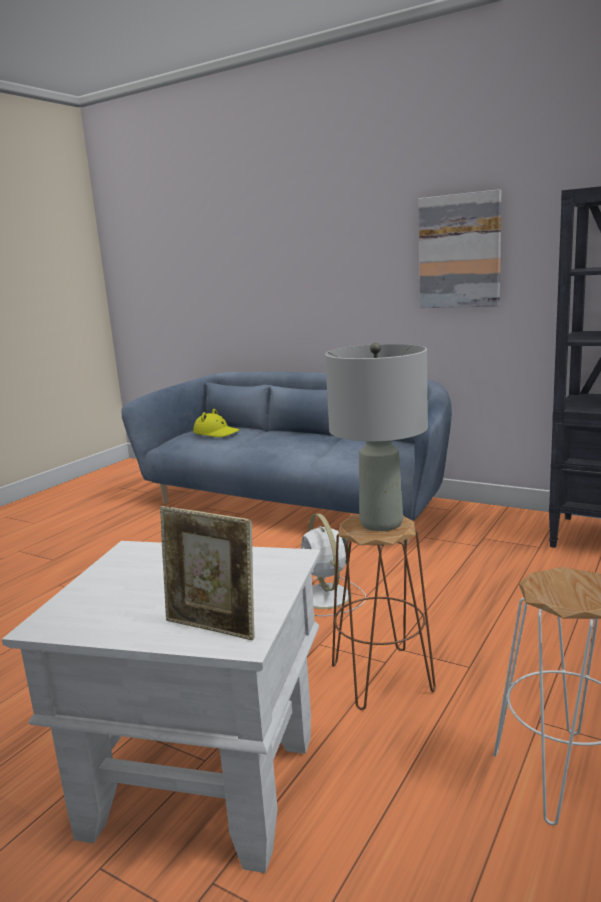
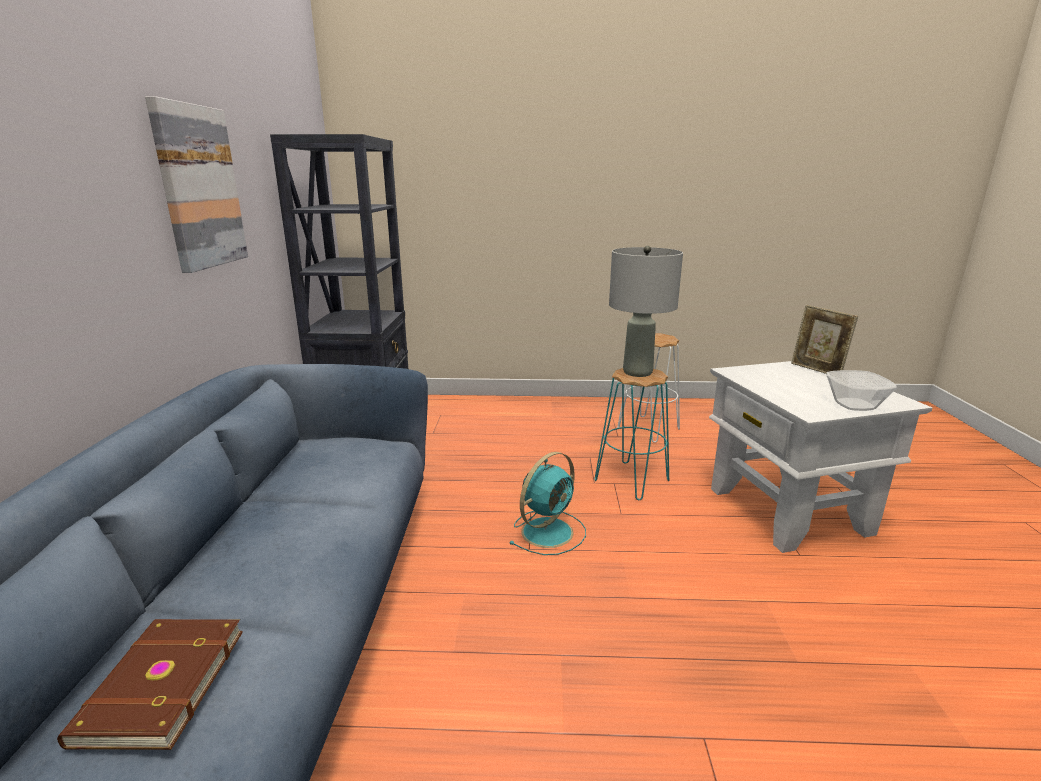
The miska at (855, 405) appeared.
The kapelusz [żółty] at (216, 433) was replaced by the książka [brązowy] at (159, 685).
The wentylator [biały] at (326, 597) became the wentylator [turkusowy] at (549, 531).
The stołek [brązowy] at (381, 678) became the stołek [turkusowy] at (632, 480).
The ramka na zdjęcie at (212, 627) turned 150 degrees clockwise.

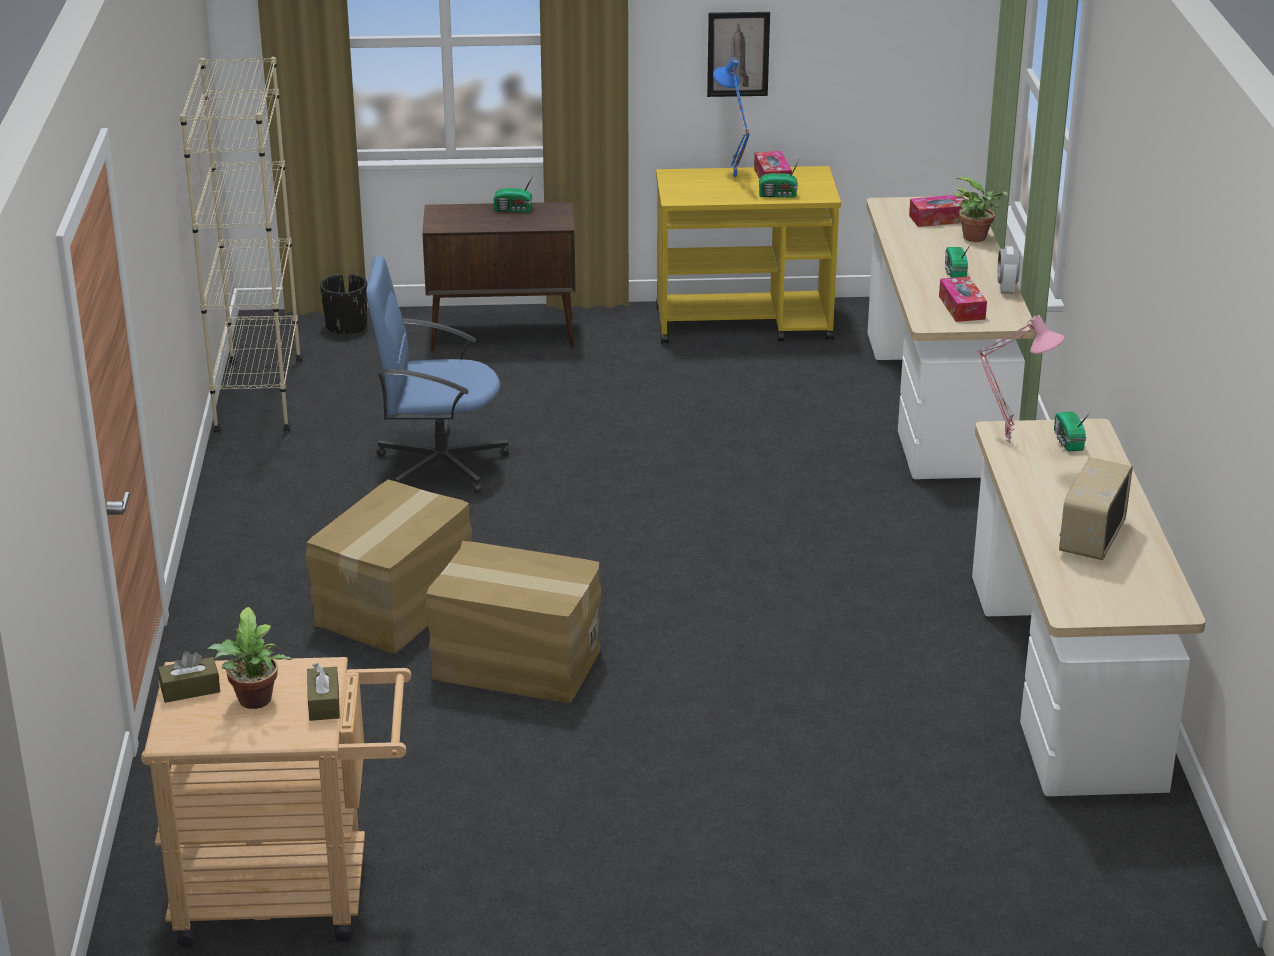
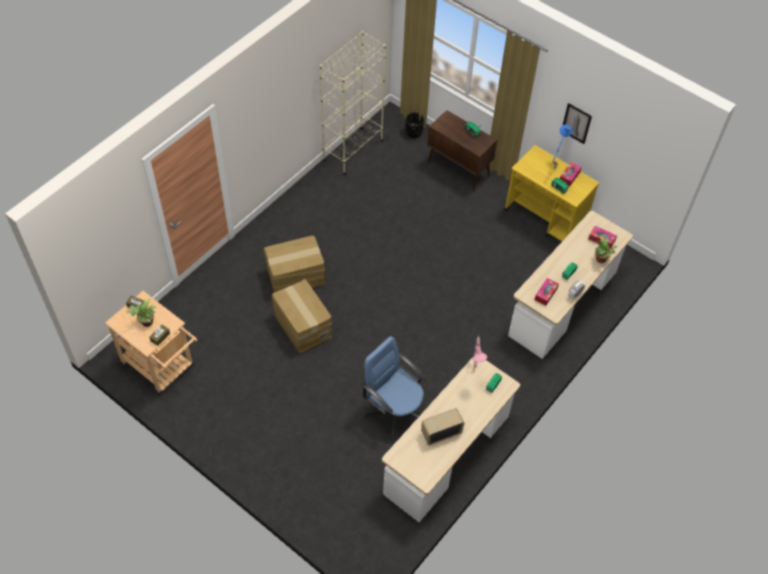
The krzesło biurowe [niebieski] moved from (439, 465) to (394, 410).

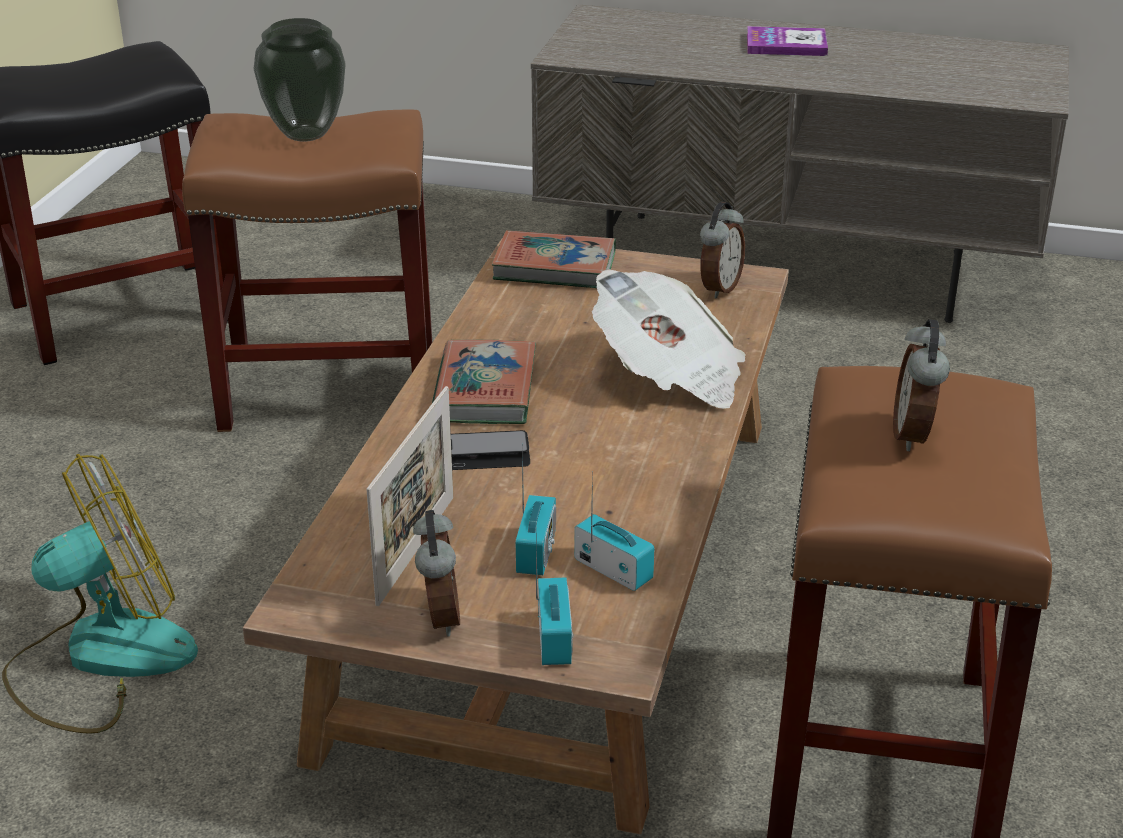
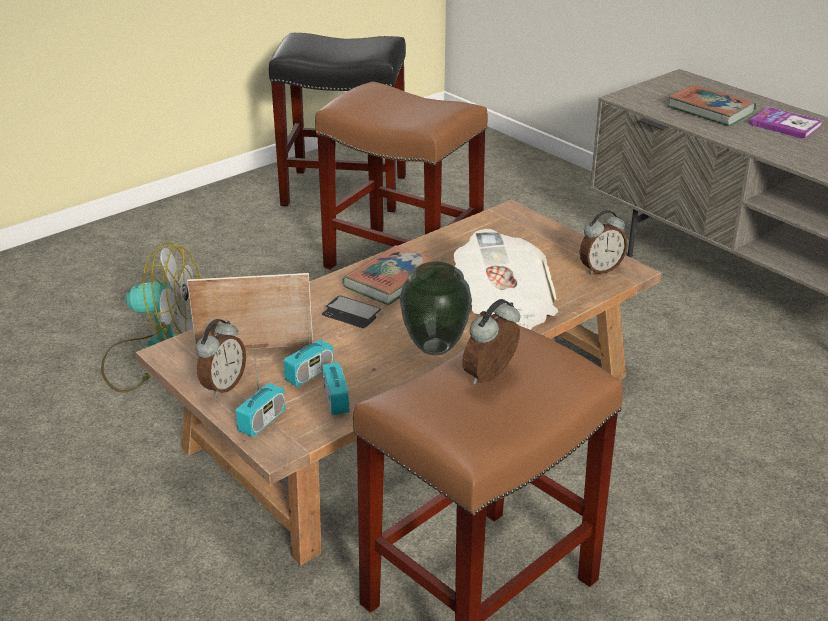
The wazon moved from (304, 135) to (433, 347).
The książka moved from (554, 267) to (710, 110).
The ramka na zdjęcie at (416, 549) turned 150 degrees counterclockwise.

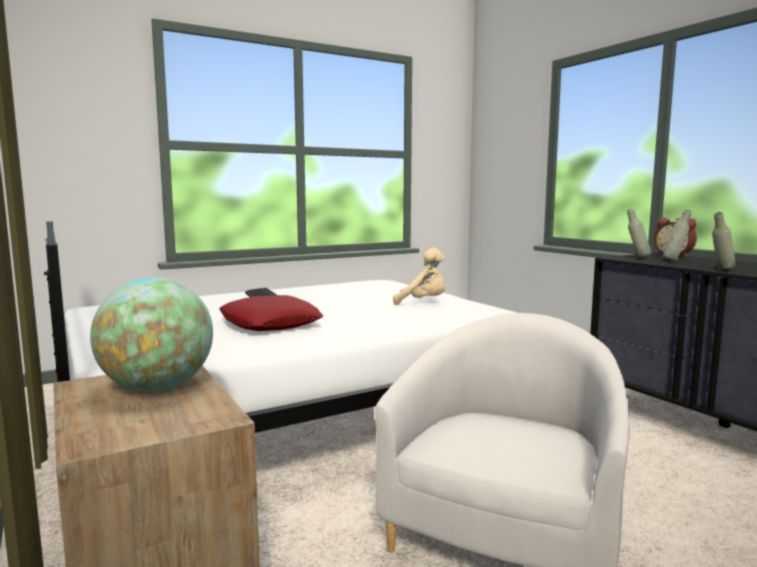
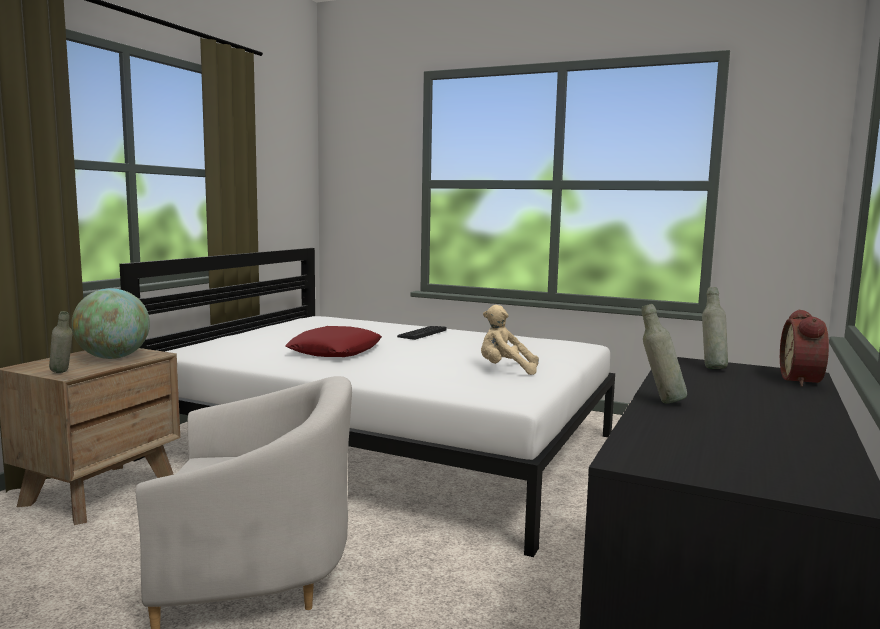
The butelka [szary] moved from (675, 261) to (63, 373).
The pluszak [beżowy] at (423, 302) turned 120 degrees clockwise.

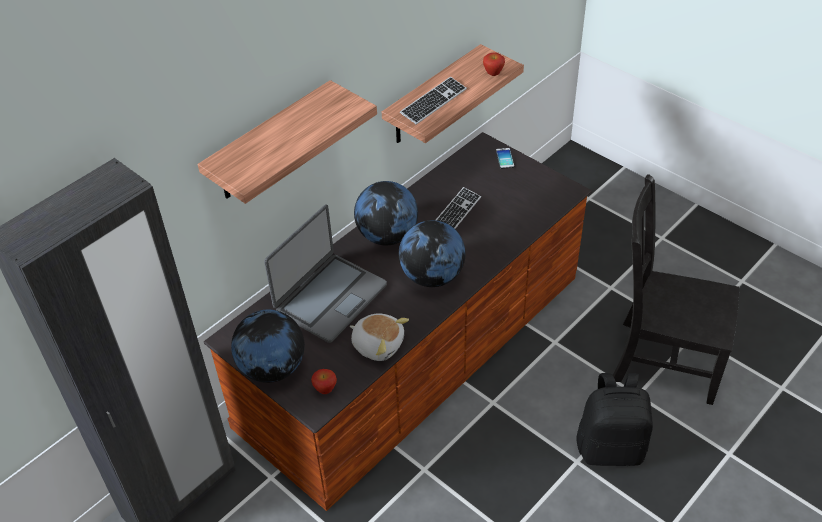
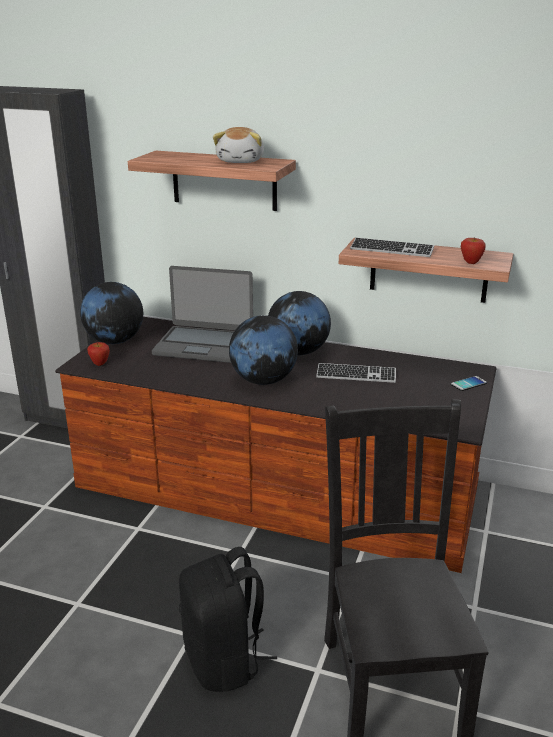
The pluszak moved from (378, 344) to (241, 161).

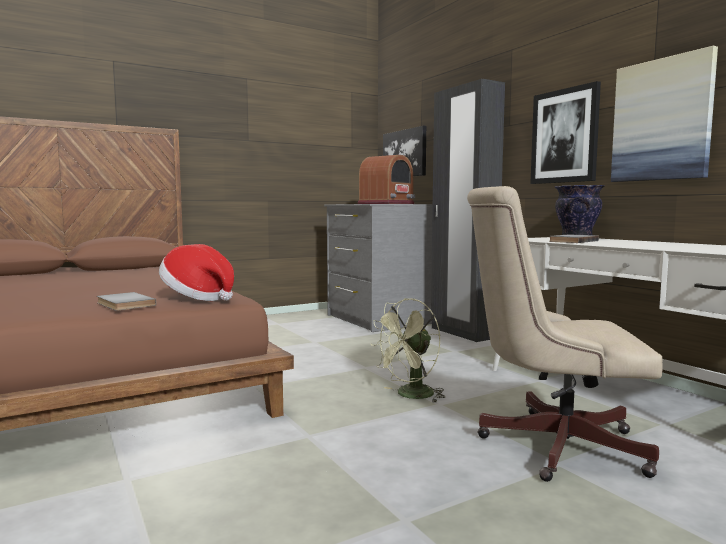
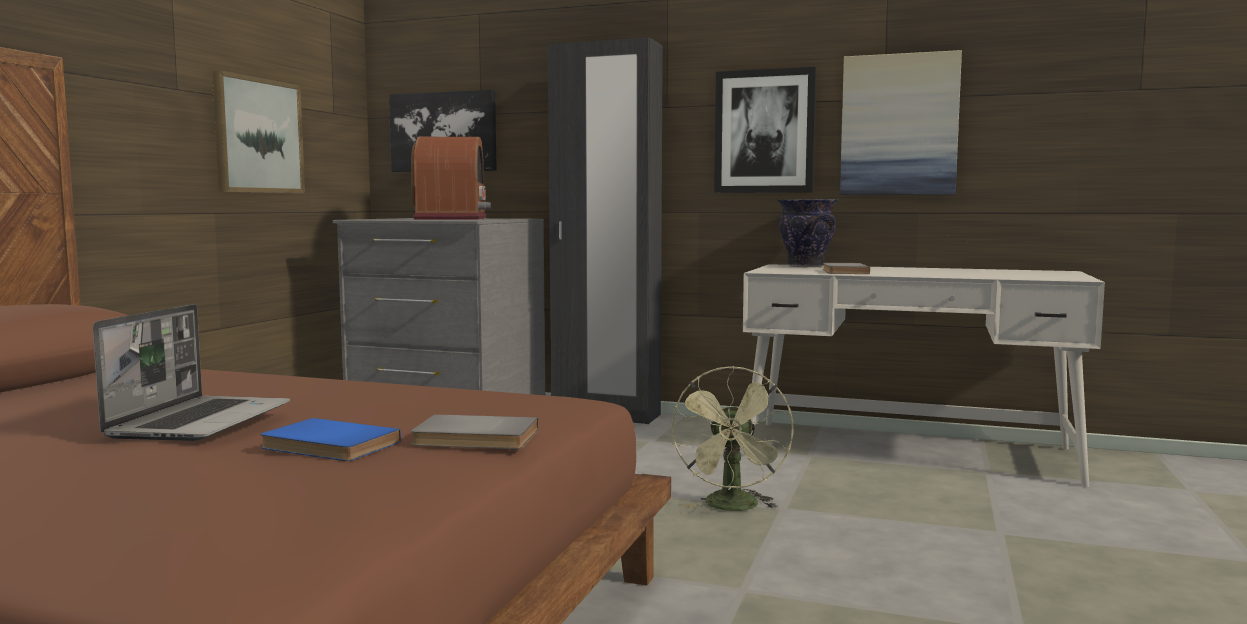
The kapelusz at (198, 298) disappeared.
The krzesło biurowe [beżowy] at (550, 444) disappeared.
The laptop at (201, 421) appeared.
The obraz at (258, 136) appeared.
The książka [niebieski] at (327, 446) appeared.

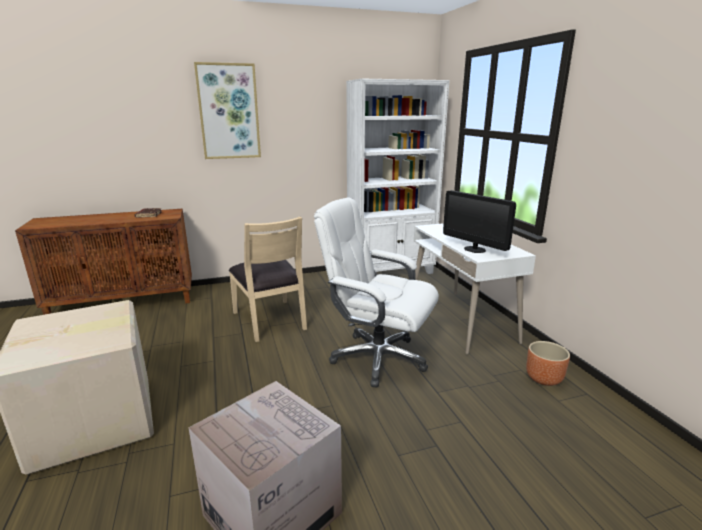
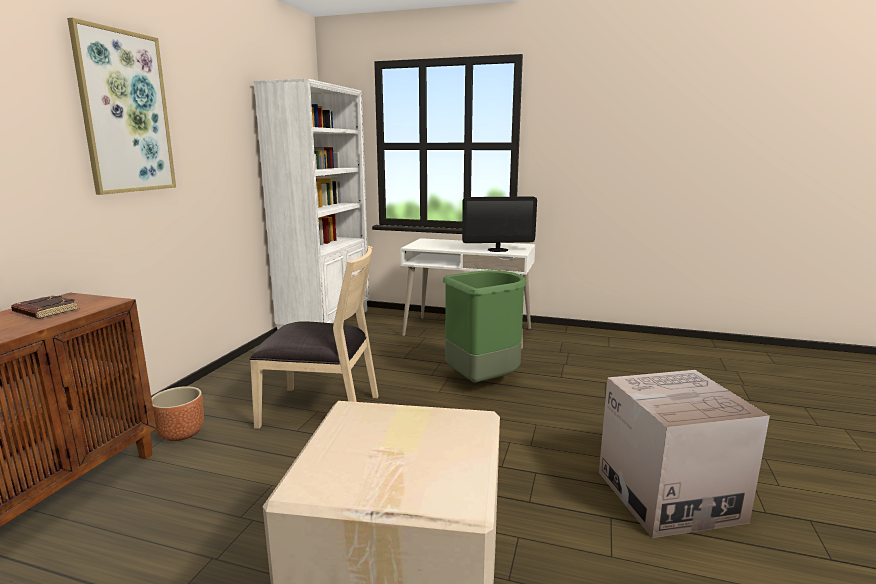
The donica [brązowy] moved from (544, 379) to (182, 433).
The krzesło biurowe [biały] at (377, 358) was replaced by the kosz na śmieci [zielony] at (483, 381).

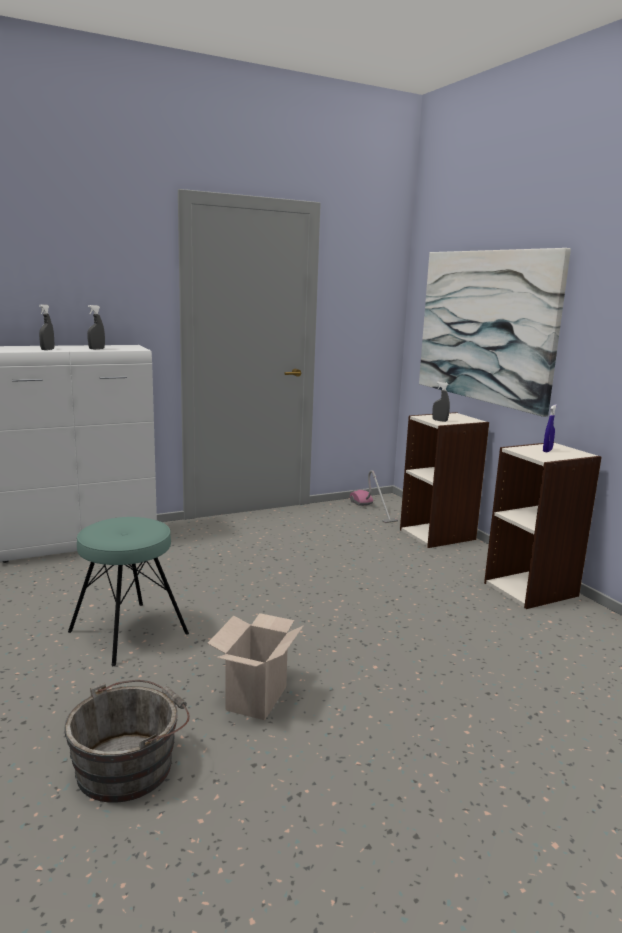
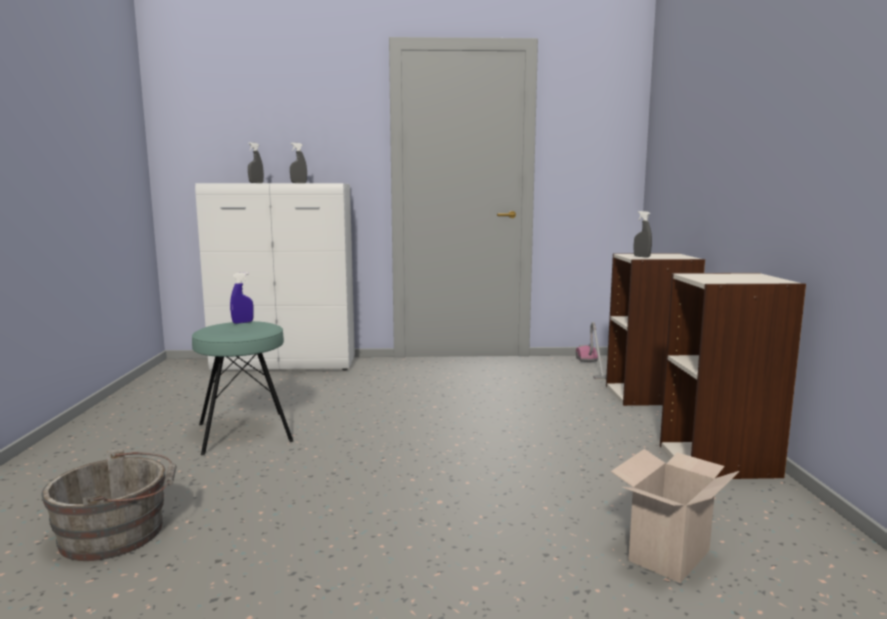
The obraz at (485, 326) disappeared.
The karton moved from (255, 696) to (668, 553).
The spryskiwacz [niebieski] moved from (547, 451) to (242, 322).

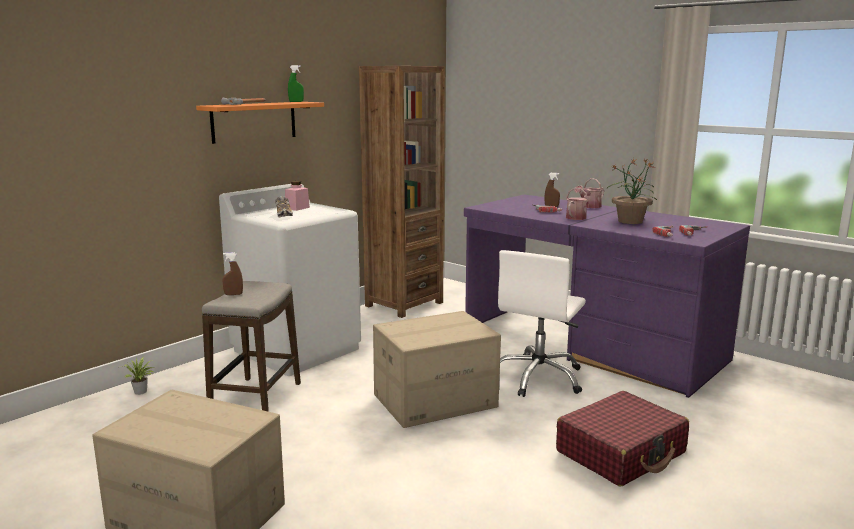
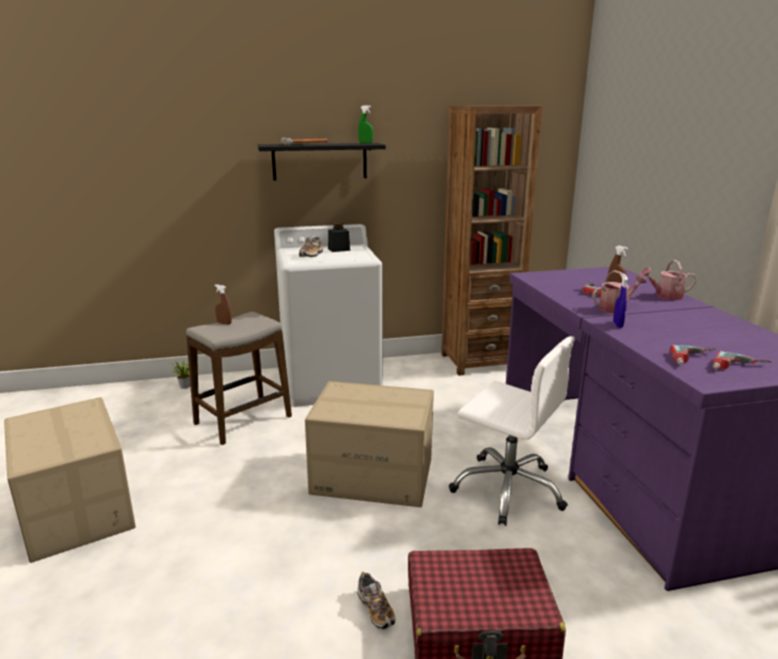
The roślina doniczkowa at (630, 221) disappeared.
The but at (375, 610) appeared.
The spryskiwacz [niebieski] at (617, 325) appeared.
The półka [pomarańczowy] at (254, 121) became the półka [czarny] at (320, 161).
The słoik [różowy] at (297, 208) became the słoik [czarny] at (339, 249).
The krzesło biurowe [biały] at (538, 377) turned 120 degrees counterclockwise.

